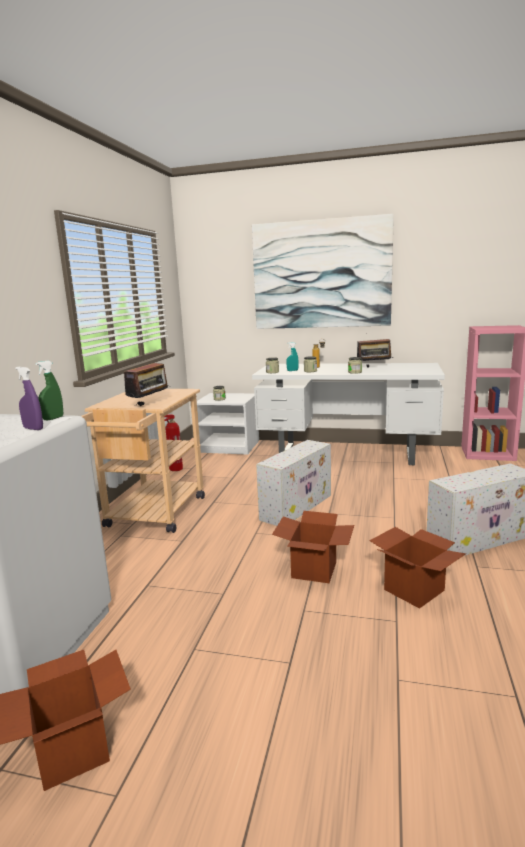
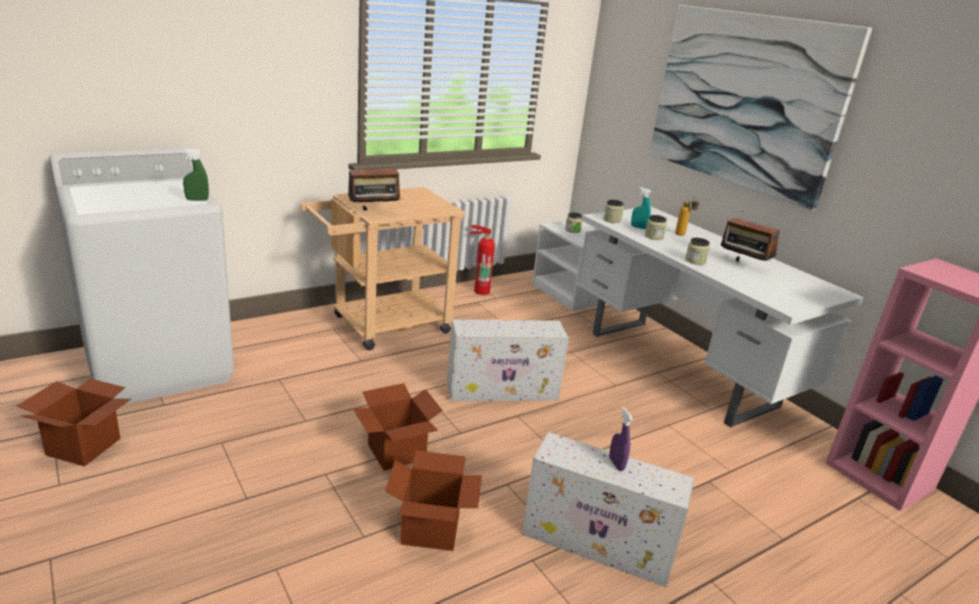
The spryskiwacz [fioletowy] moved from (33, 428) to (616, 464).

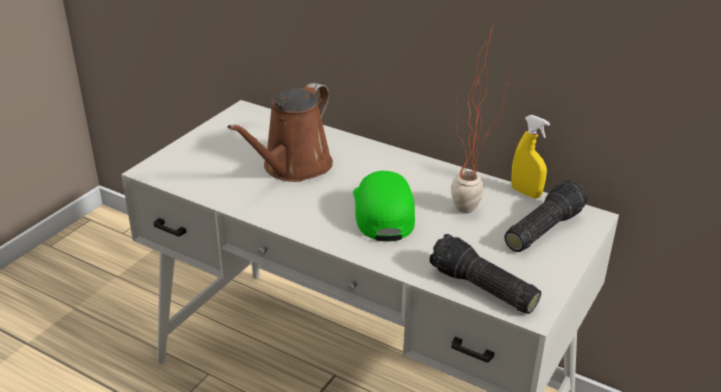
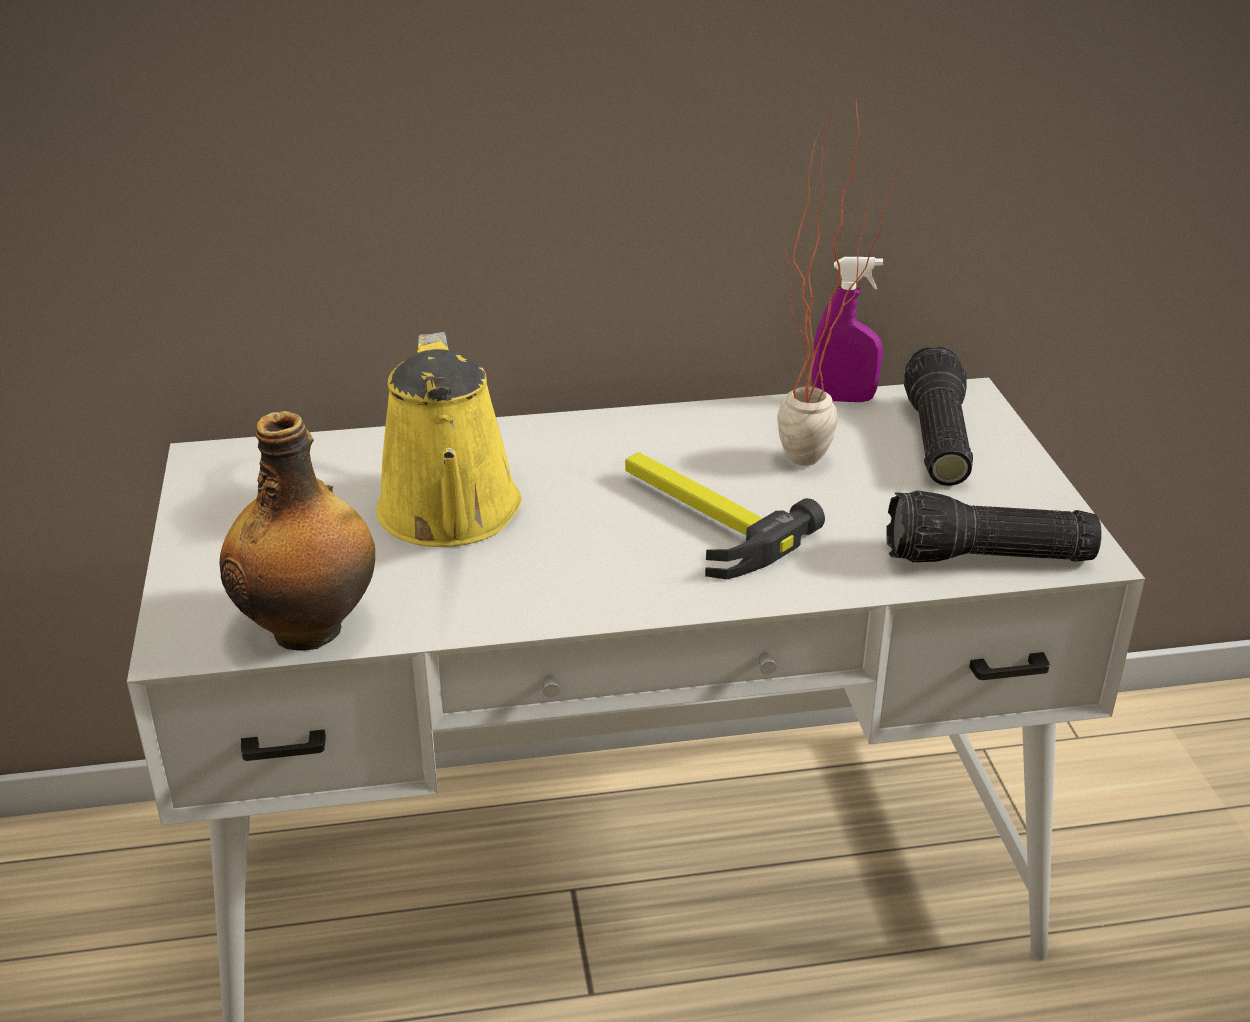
The butelka at (310, 628) appeared.
The czapka z daszkiem [zielony] at (383, 212) was replaced by the młotek at (699, 519).
The konewka [brązowy] at (293, 167) became the konewka [żółty] at (451, 516).
The spryskiwacz [żółty] at (526, 192) became the spryskiwacz [fioletowy] at (843, 399).

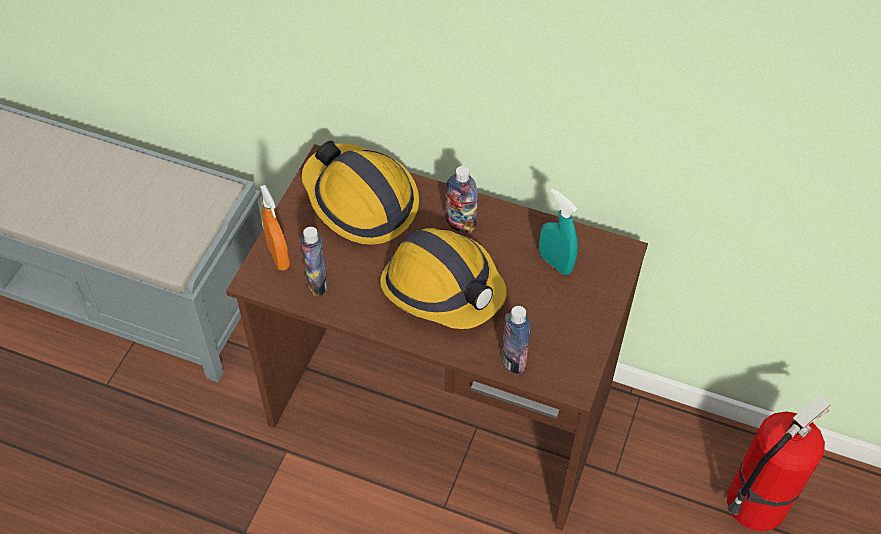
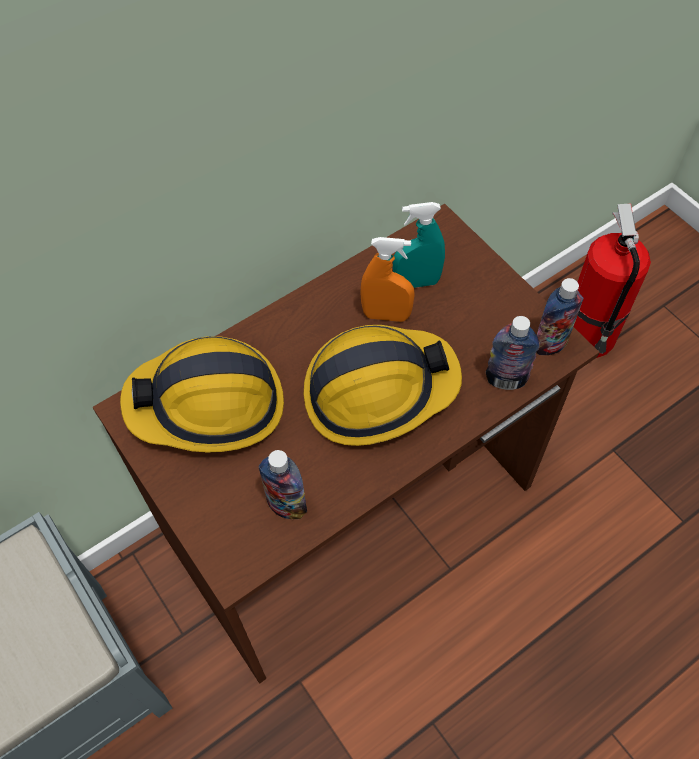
The spryskiwacz [pomarańczowy] moved from (279, 257) to (386, 315).
The butelka moved from (460, 224) to (550, 344).

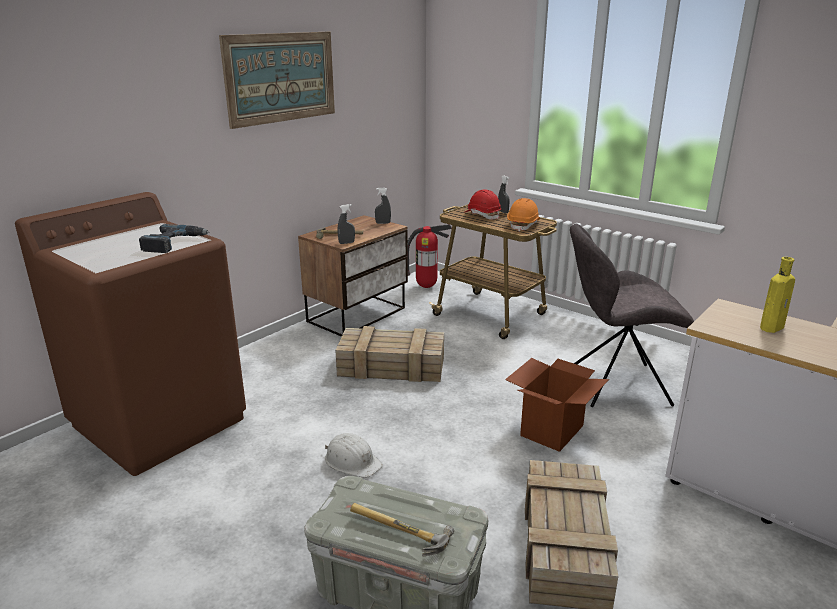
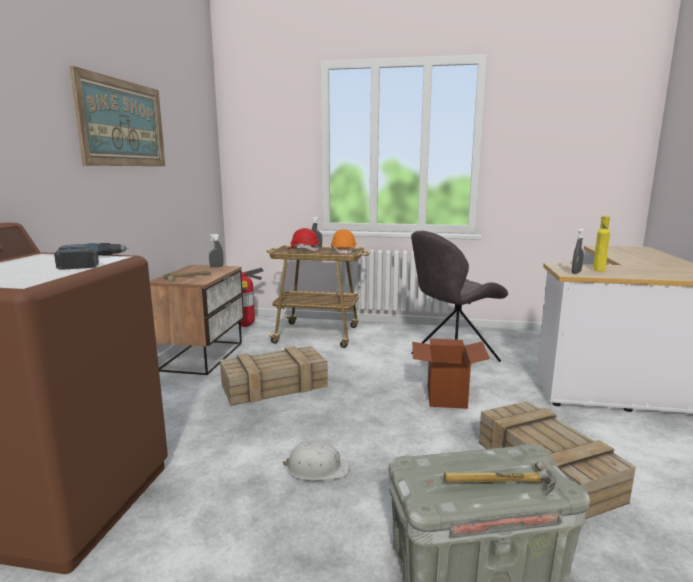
The spryskiwacz [szary] moved from (346, 243) to (576, 272).

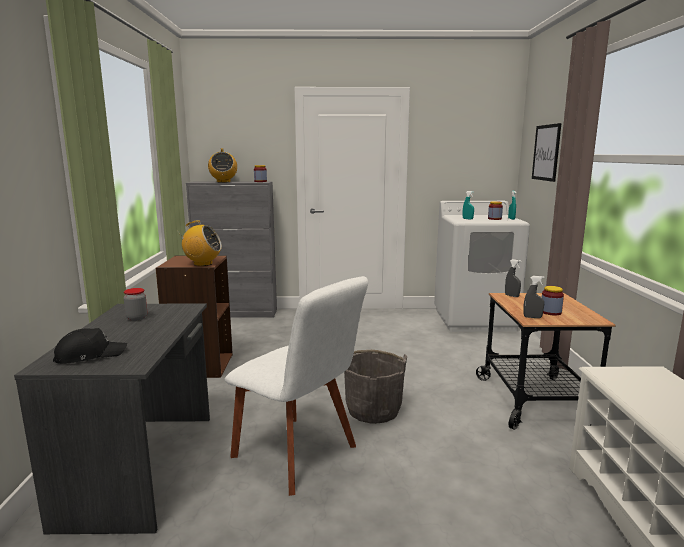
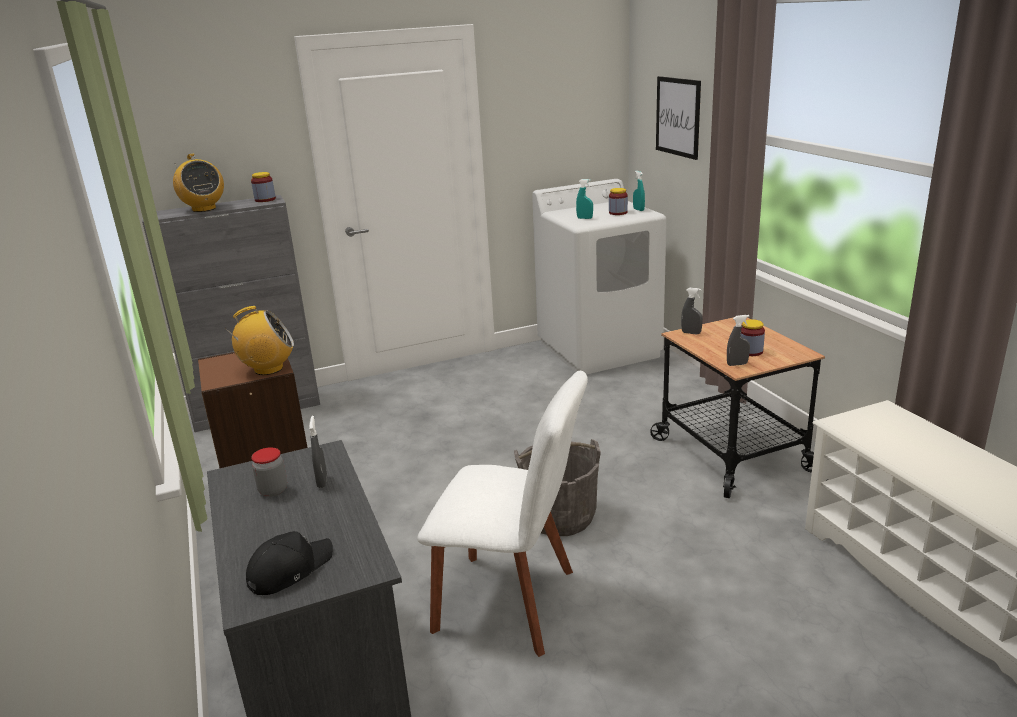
The spryskiwacz [szary] at (322, 481) appeared.

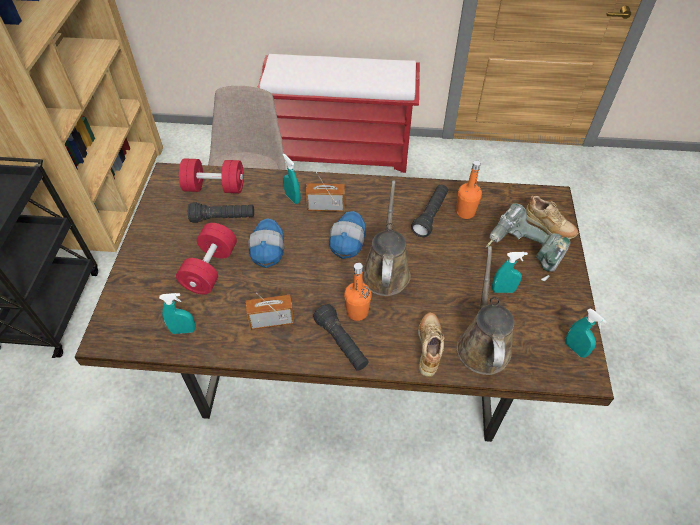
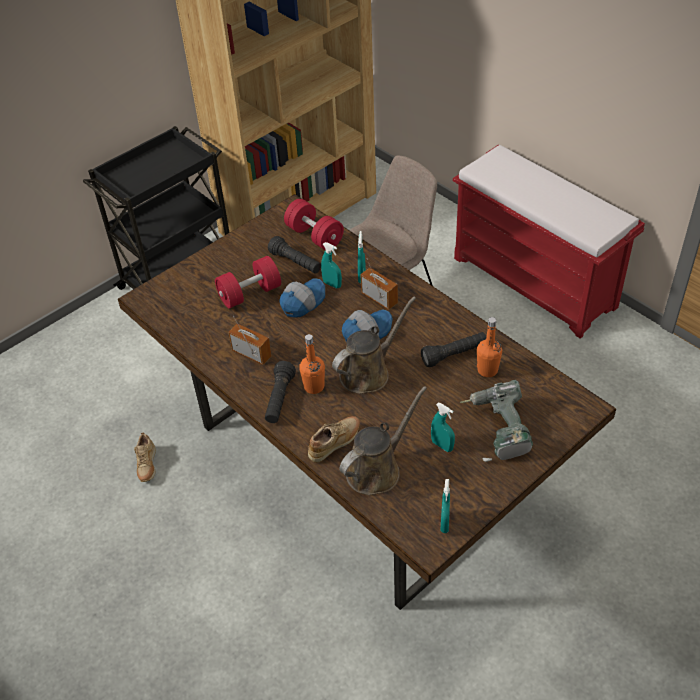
The spryskiwacz [turkusowy] moved from (183, 330) to (332, 284).
The but [beżowy] moved from (548, 228) to (147, 466).

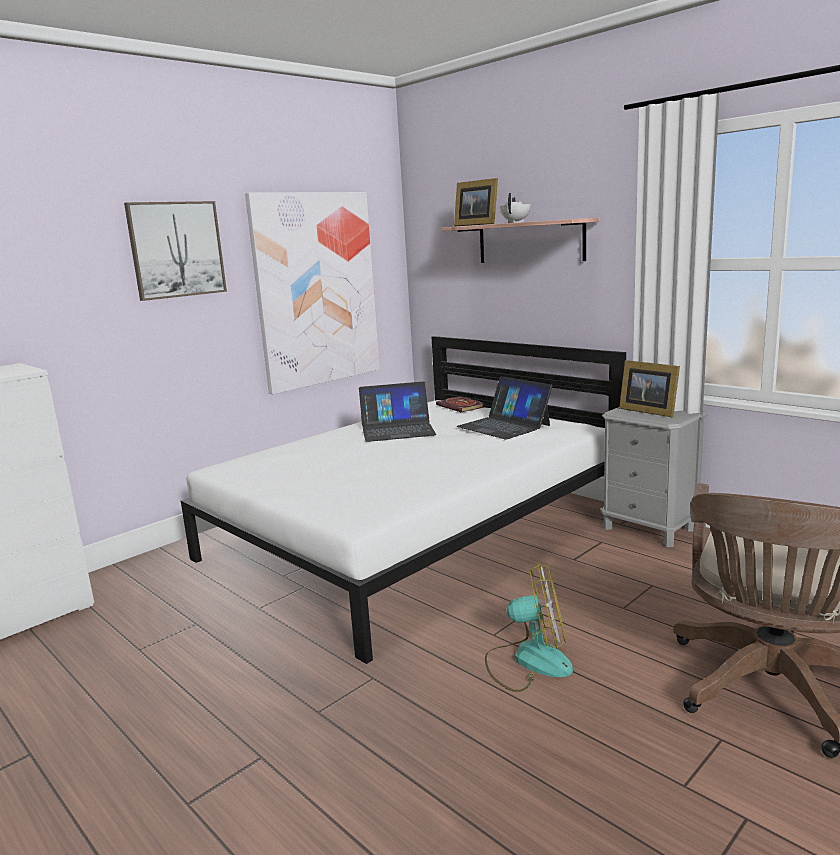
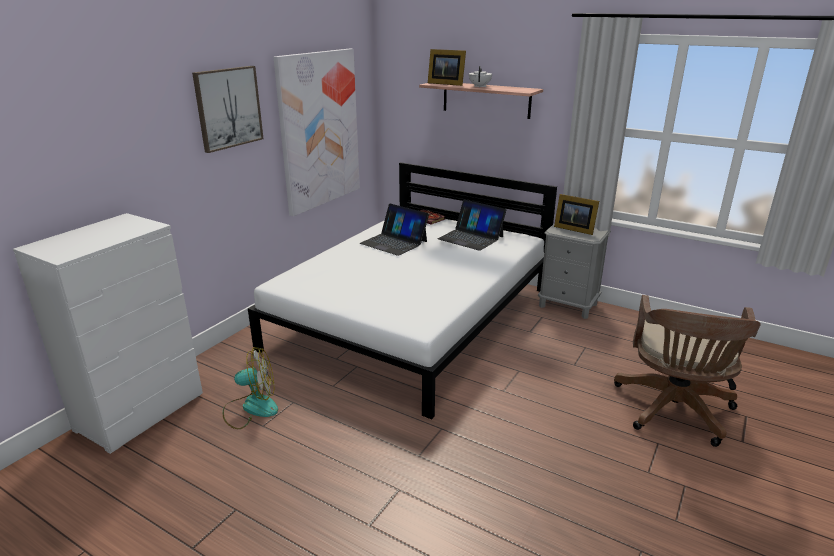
The wentylator moved from (528, 661) to (251, 408).
The laptop at (397, 430) turned 60 degrees clockwise.

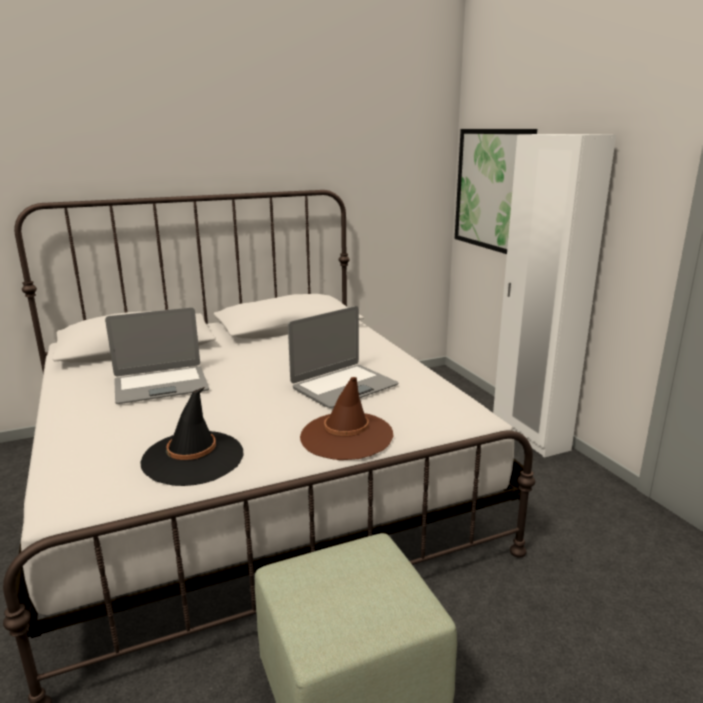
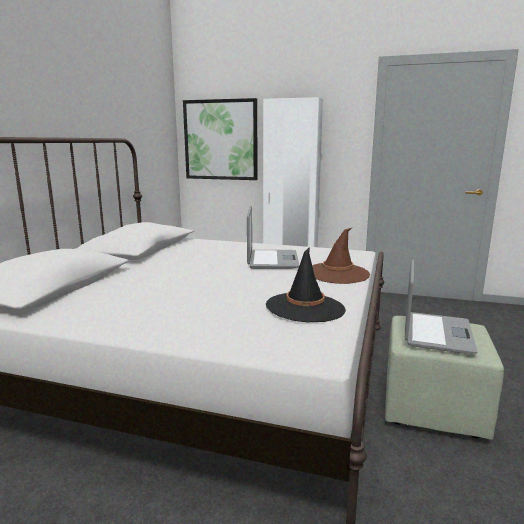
The laptop moved from (161, 386) to (436, 333).

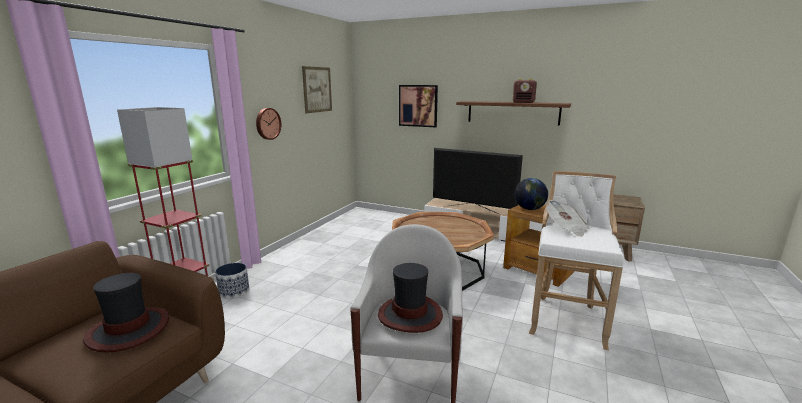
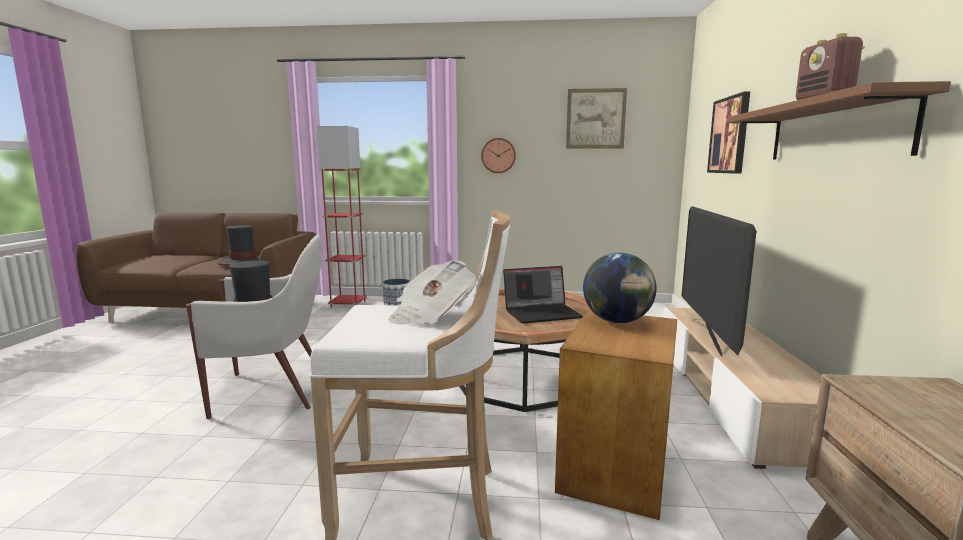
The laptop at (542, 313) appeared.

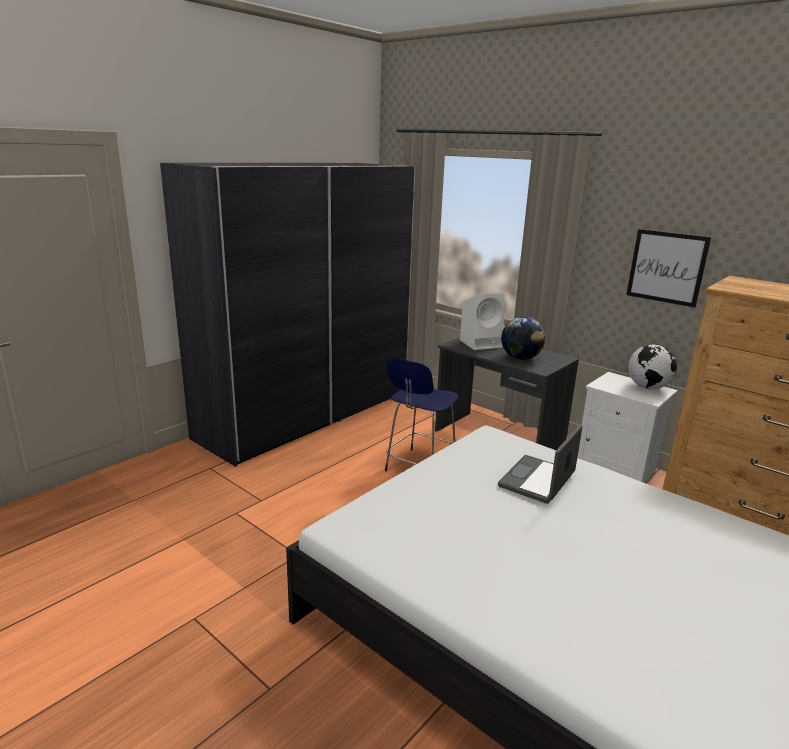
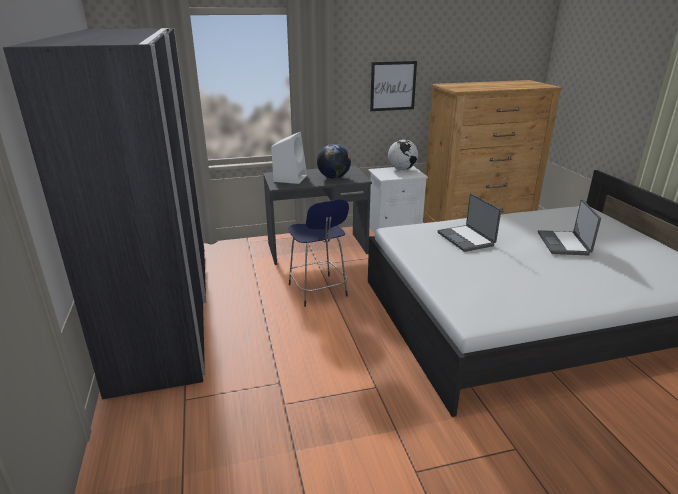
The laptop at (564, 244) appeared.

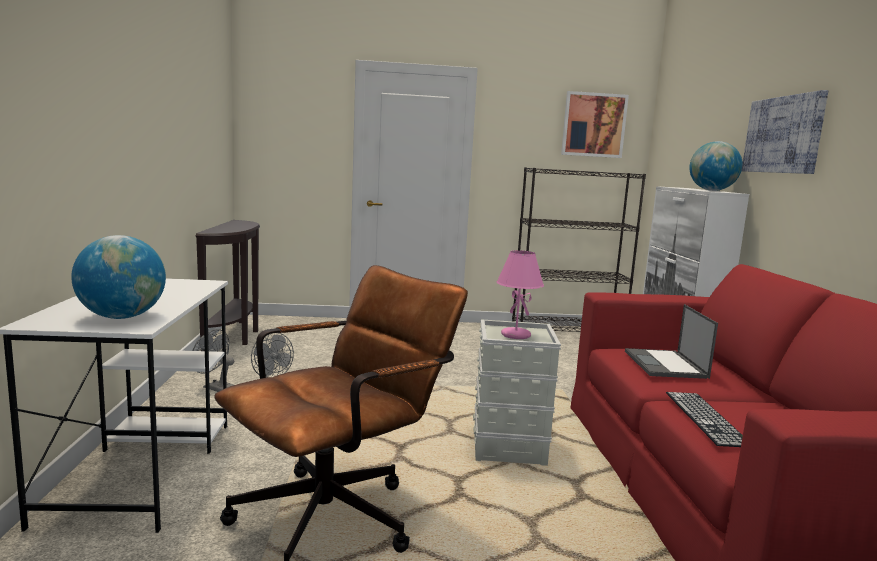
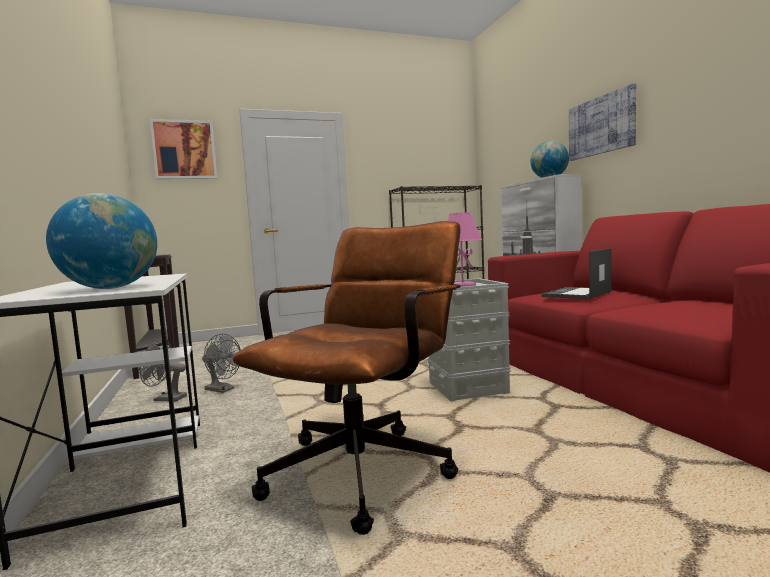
The klawiatura at (705, 418) disappeared.
The obraz moved from (593, 125) to (184, 150).
The laptop at (665, 364) turned 60 degrees clockwise.

